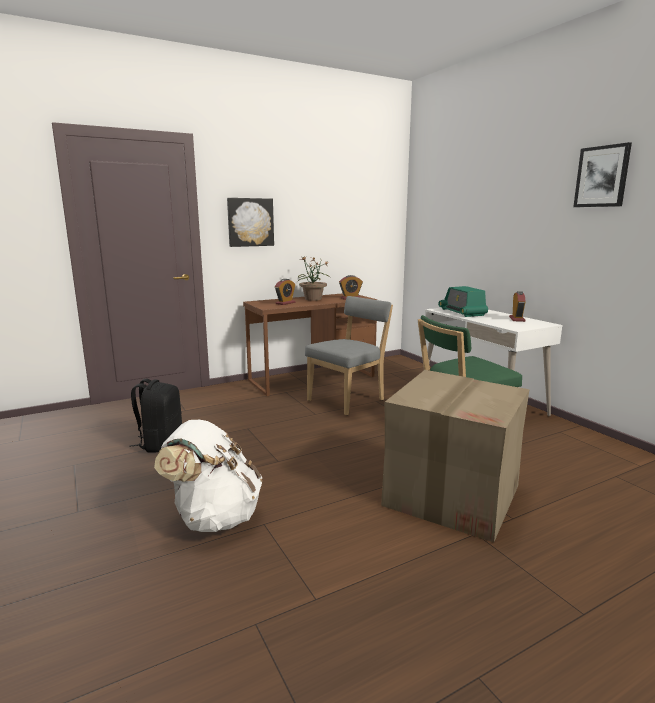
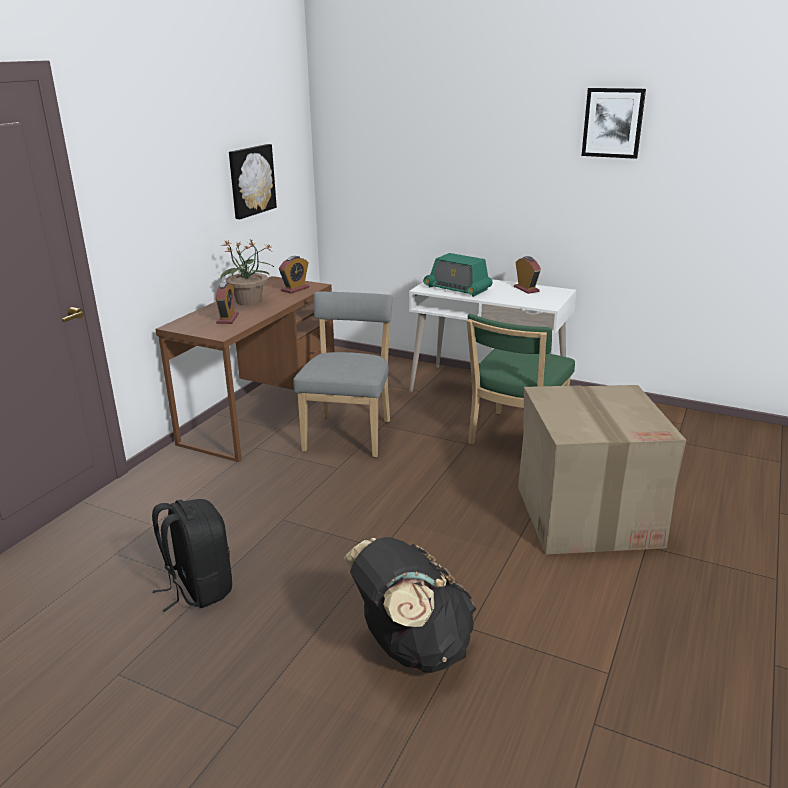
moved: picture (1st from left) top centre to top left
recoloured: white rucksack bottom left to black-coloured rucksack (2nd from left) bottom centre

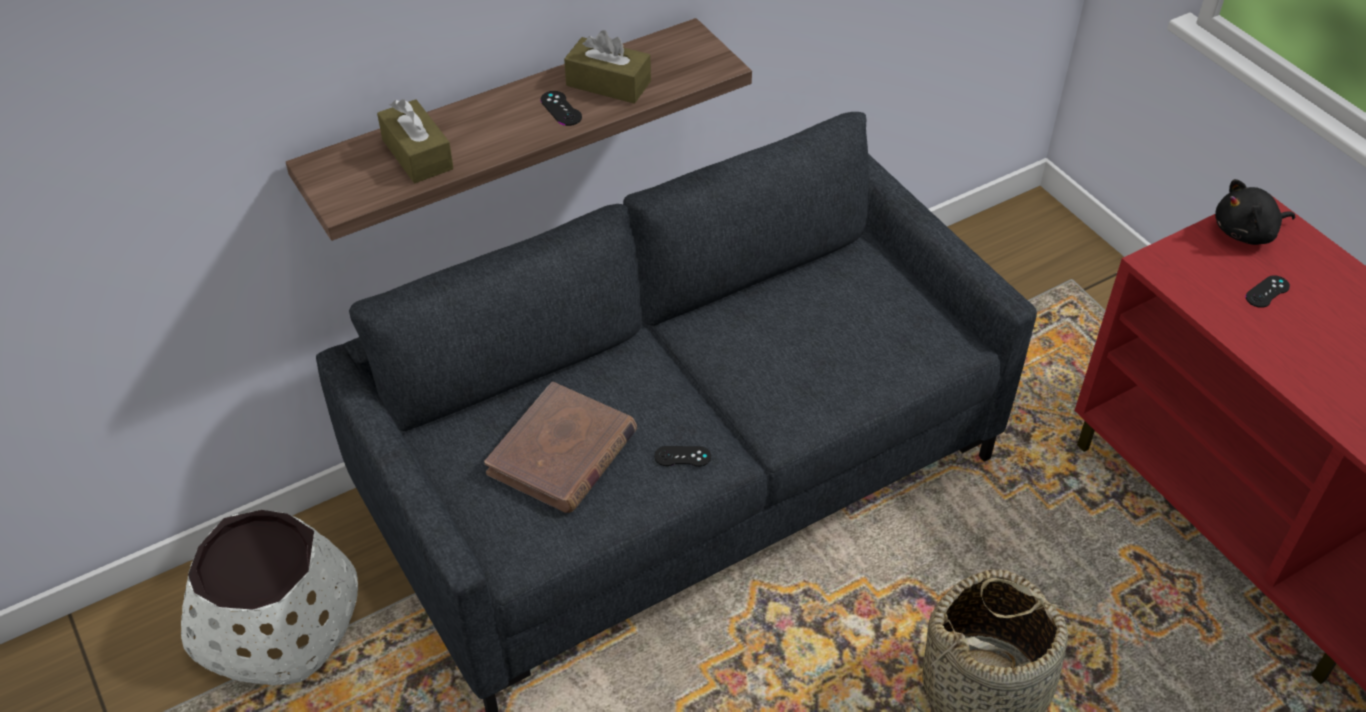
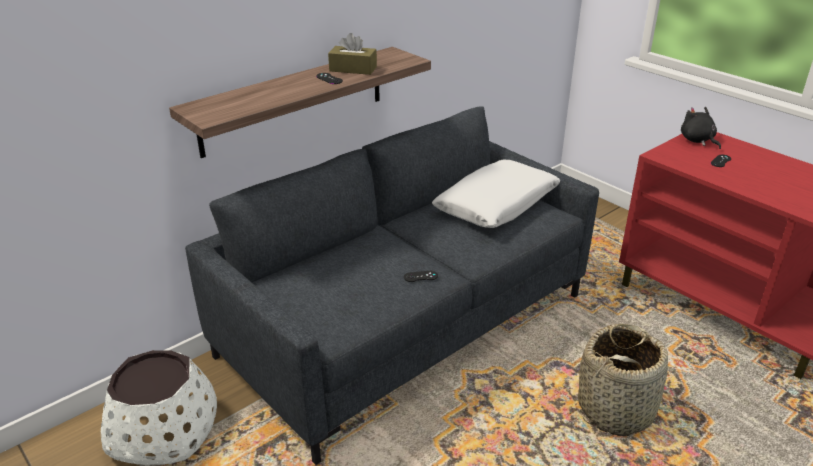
removed: brown-coloured tissue box (1st from left) top left; brown-coloured book centre
added: white throw pillow centre
turned: black-coloured cuddly toy top right = top right 90 degrees clockwise

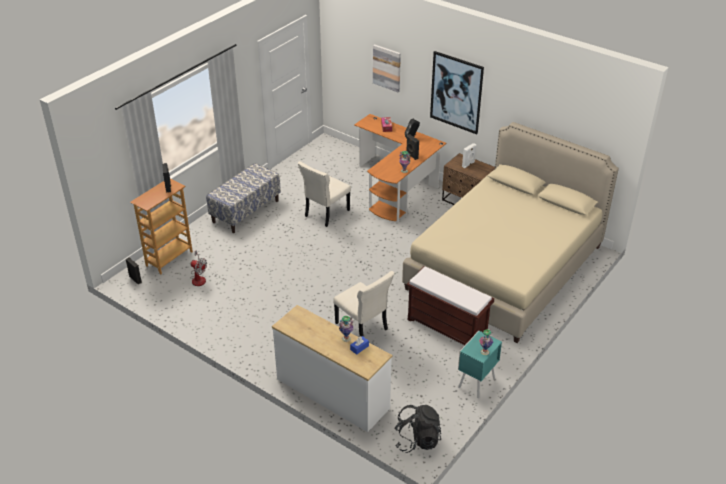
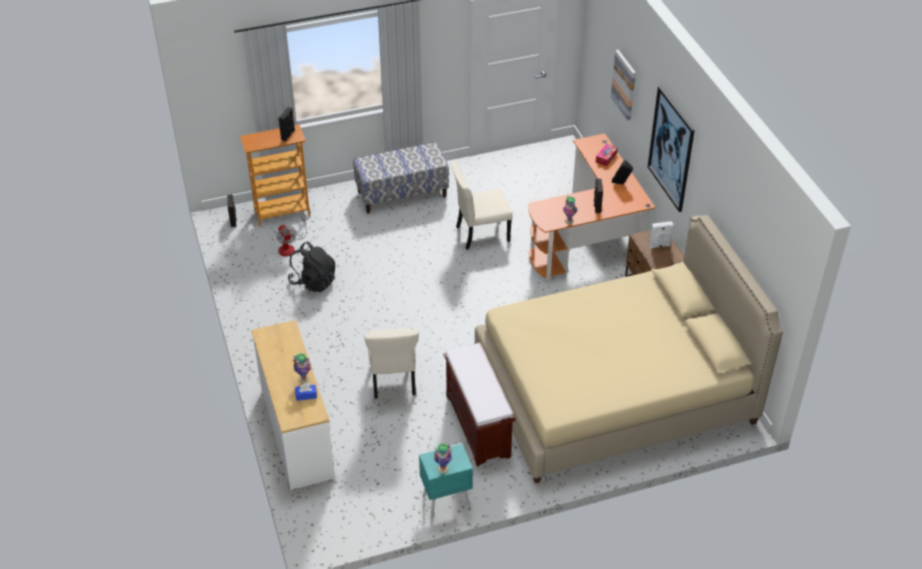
moved: black-coloured rucksack bottom centre to centre

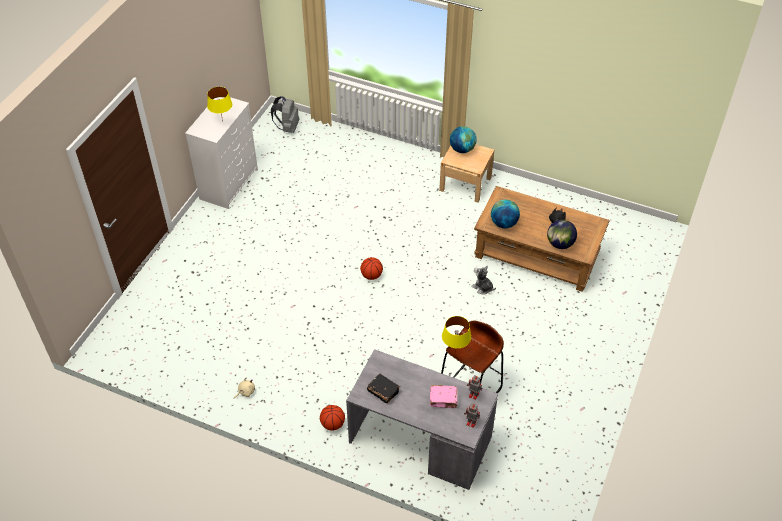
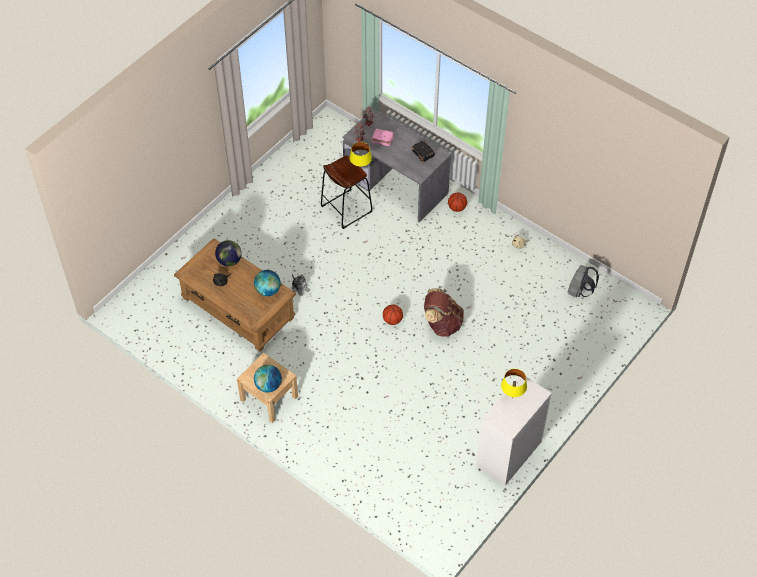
added: brown-coloured rucksack centre
moved: gray rucksack top centre to middle right

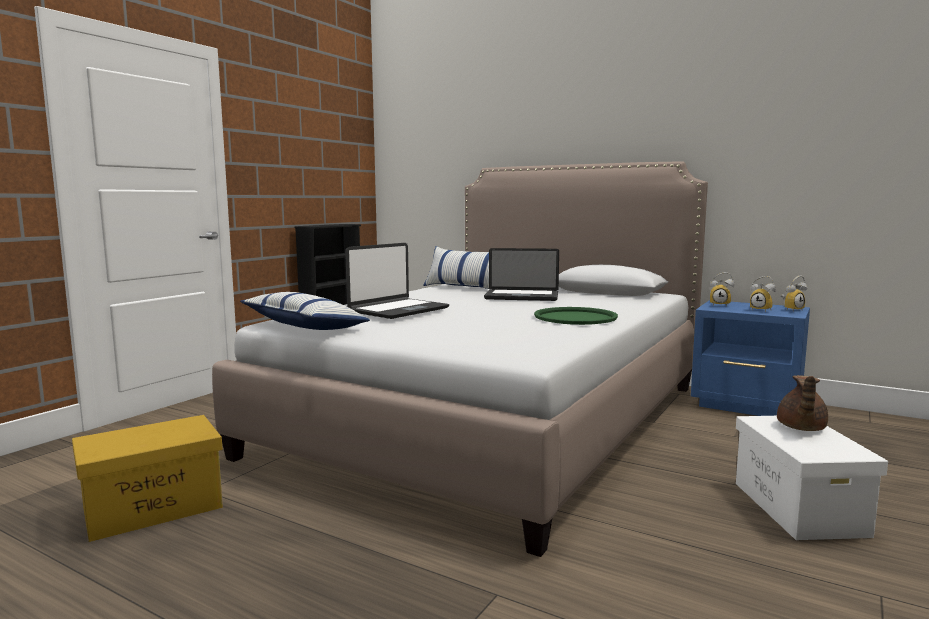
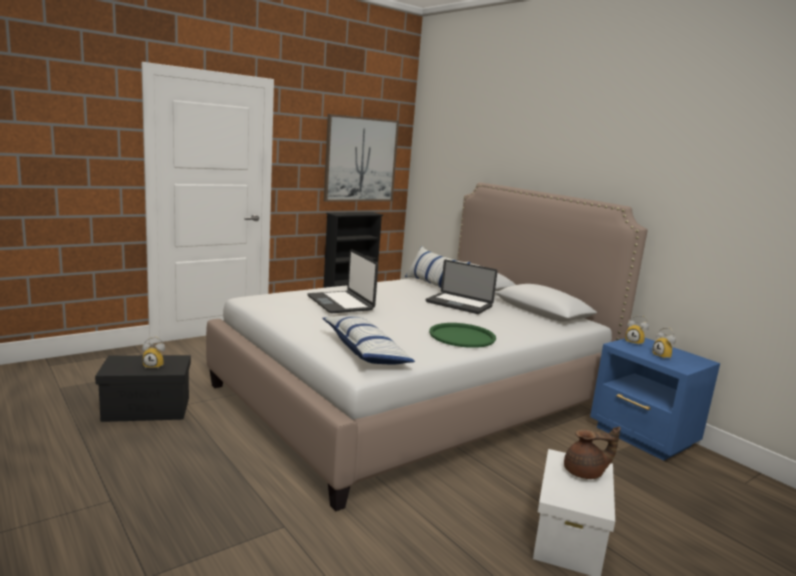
added: picture top centre
moved: throw pillow (1st from left) middle left to centre; bedside clock (3rd from left in the first image) middle right to bedside clock (1st from left) middle left
recoloured: yellowish storage bin bottom left to black-coloured storage bin bottom left
turned: portable computer (1st from left) centre = centre 90 degrees clockwise; brown-coloured pot for tea middle right = bottom right 135 degrees counterclockwise

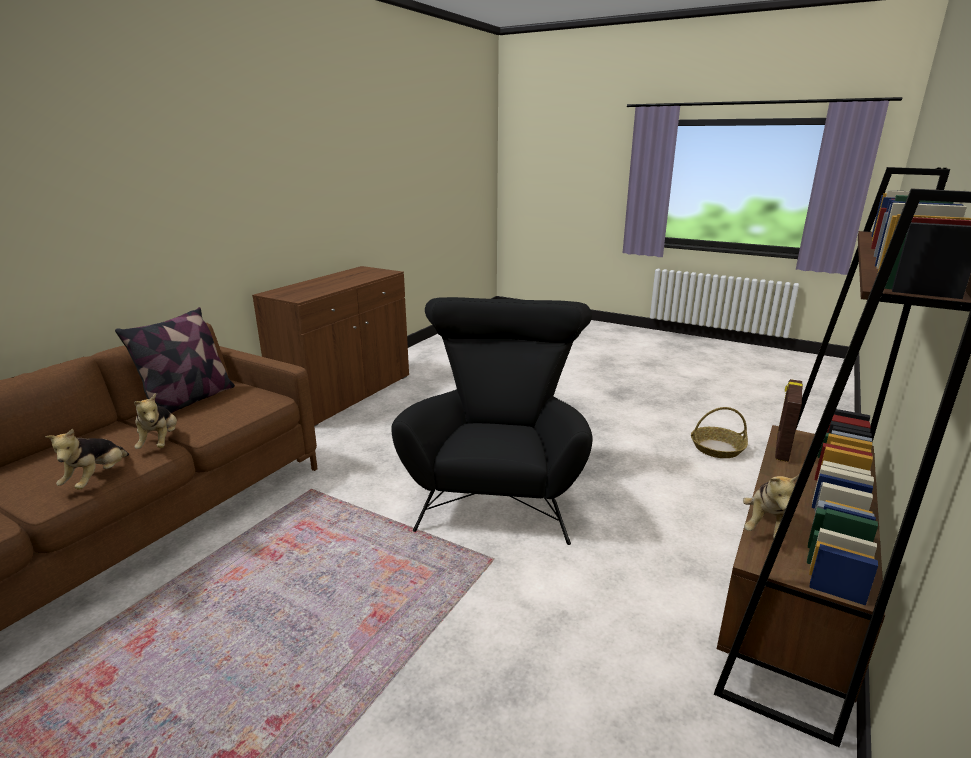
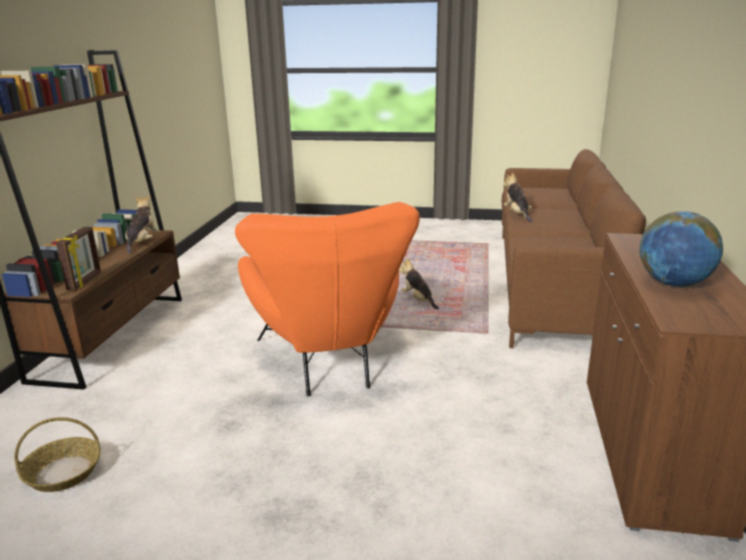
removed: throw pillow middle left
added: globe middle right
moved: cuddly toy (2nd from left) middle left to centre
recoloured: black-coloured lounge chair centre to orangey lounge chair centre

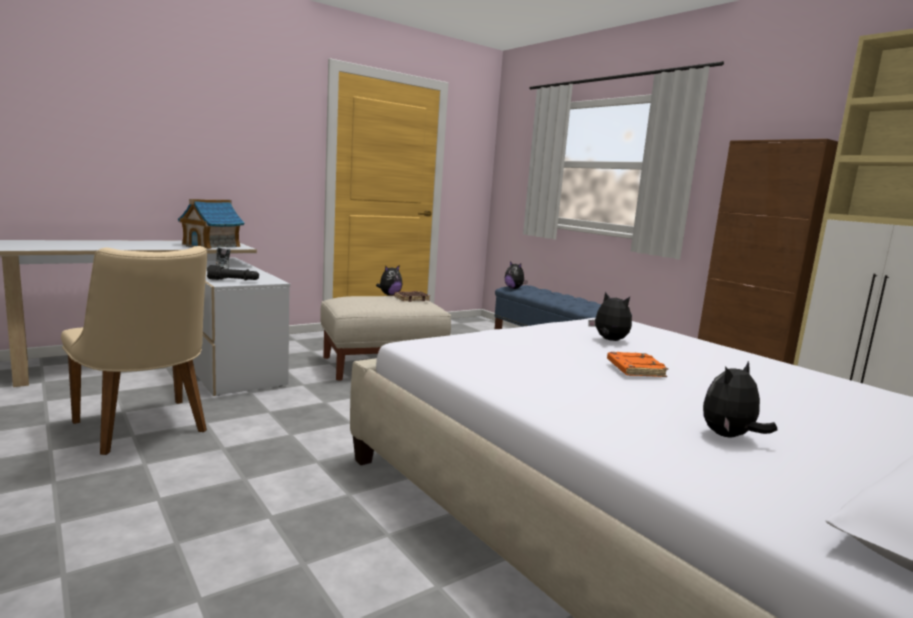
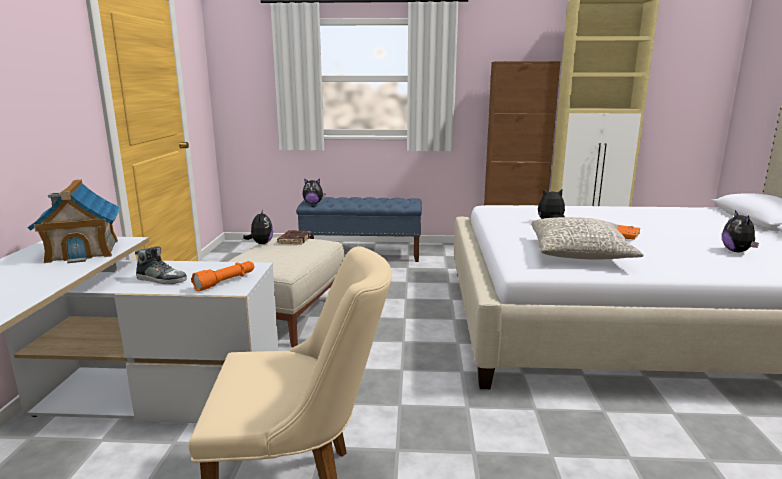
added: gray throw pillow middle right
recoloured: black-coloured flashlight middle left to orangey flashlight middle left

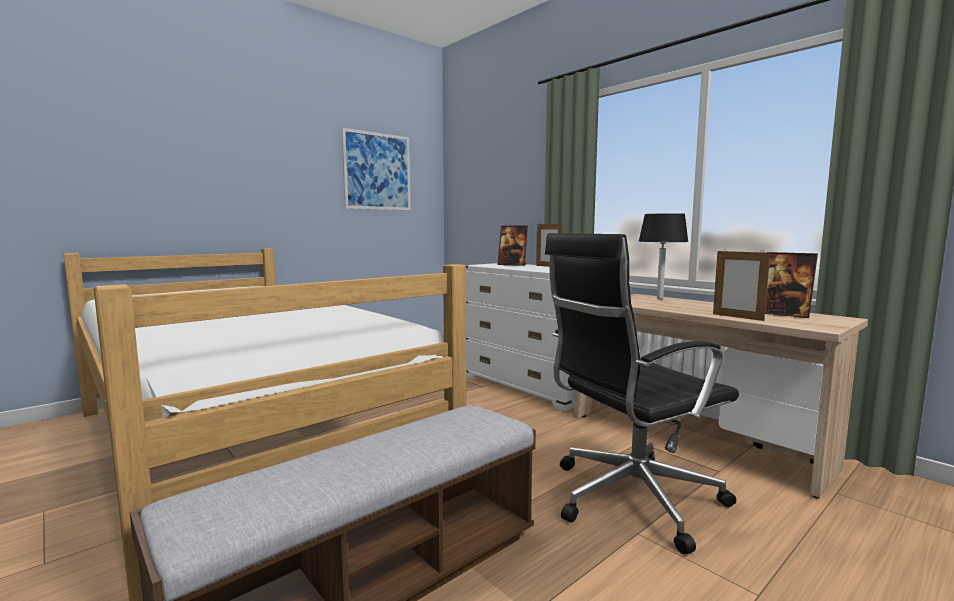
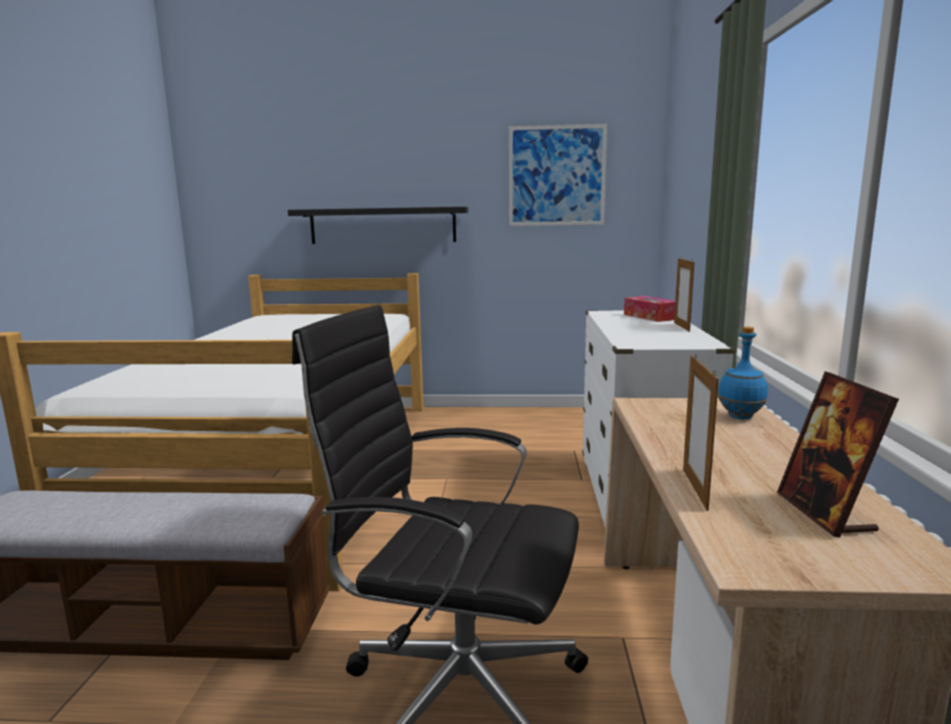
added: black-coloured shelf top centre
replaced: standing frame (1st from left) centre to tissue box middle right; black-coloured lamp for a table middle right to blue bottle middle right

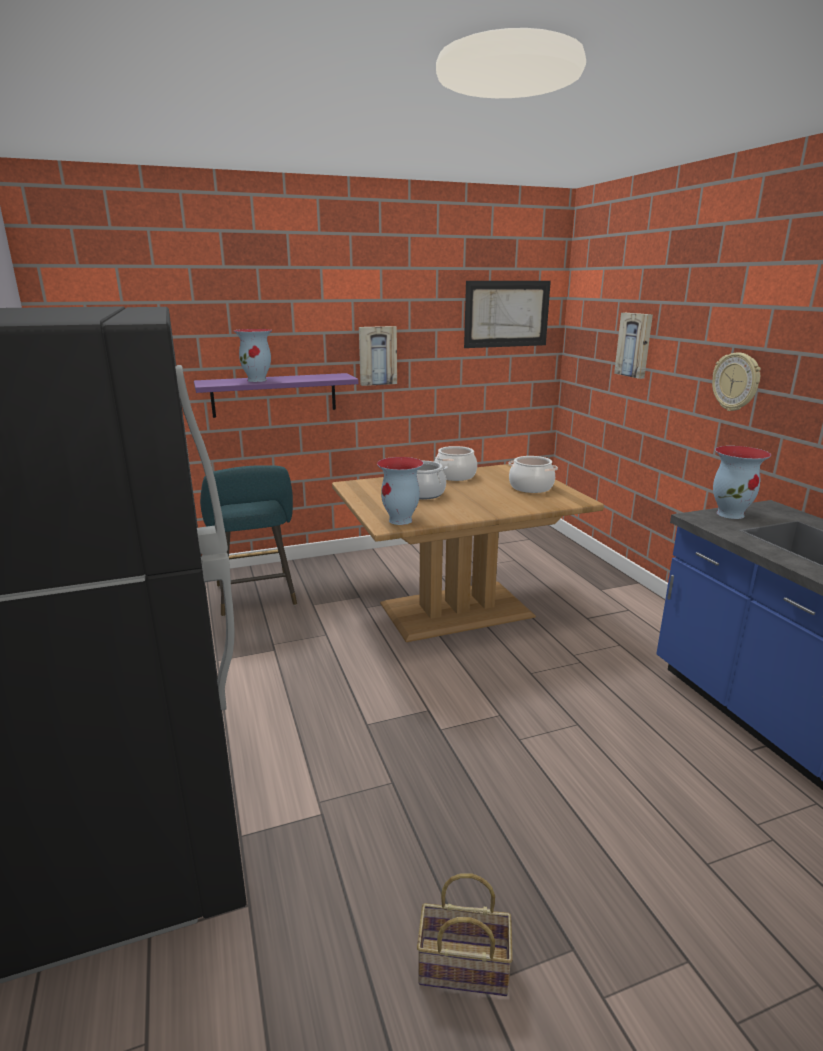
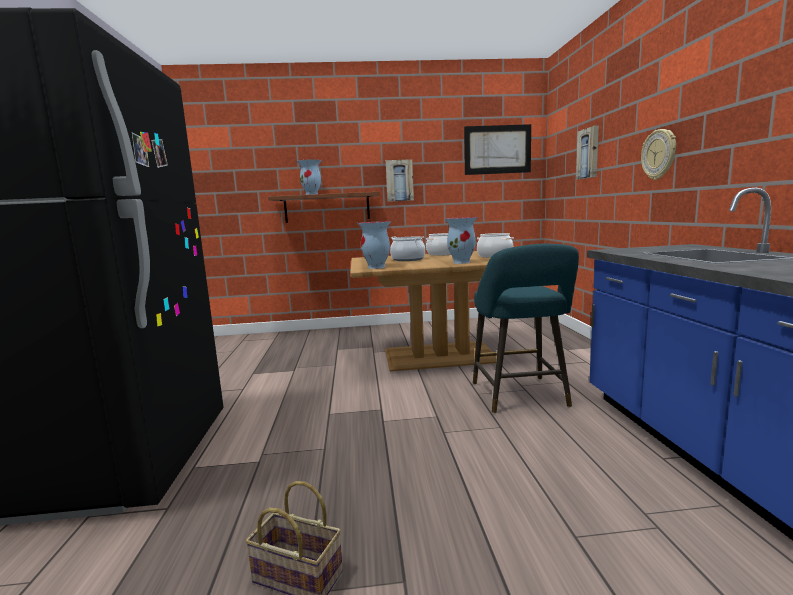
moved: turquoise-coloured sitting stool middle left to centre; flower vase (3rd from left) middle right to centre
recoloured: purple-coloured shelf centre to brown-coloured shelf centre

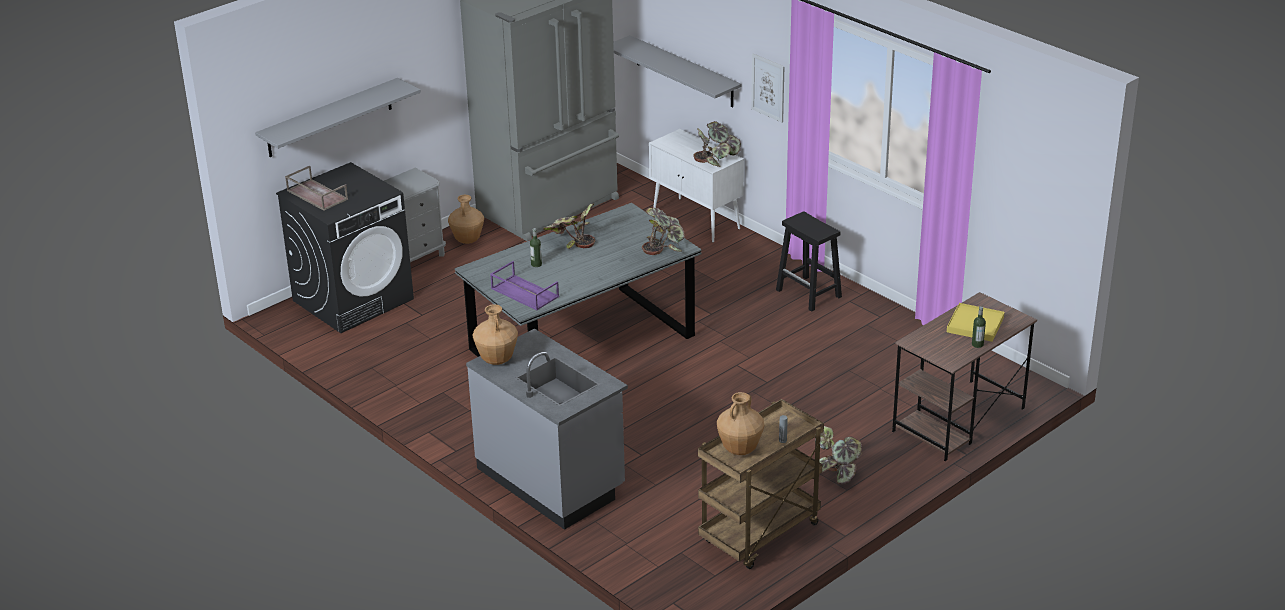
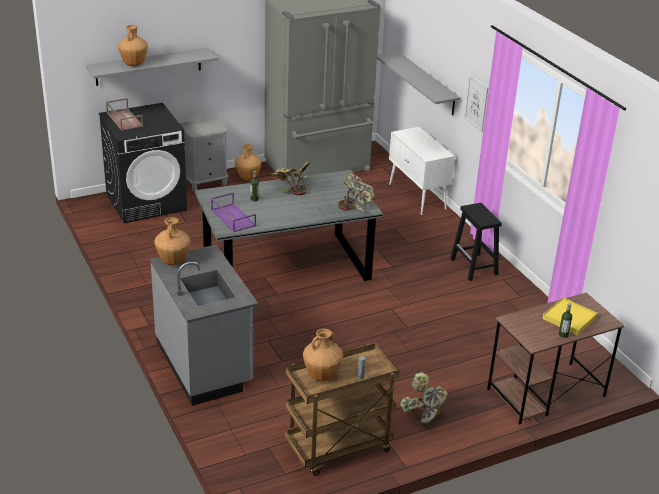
removed: potted plant (3rd from left) top centre
added: brown-coloured flower vase (1st from left) top left

